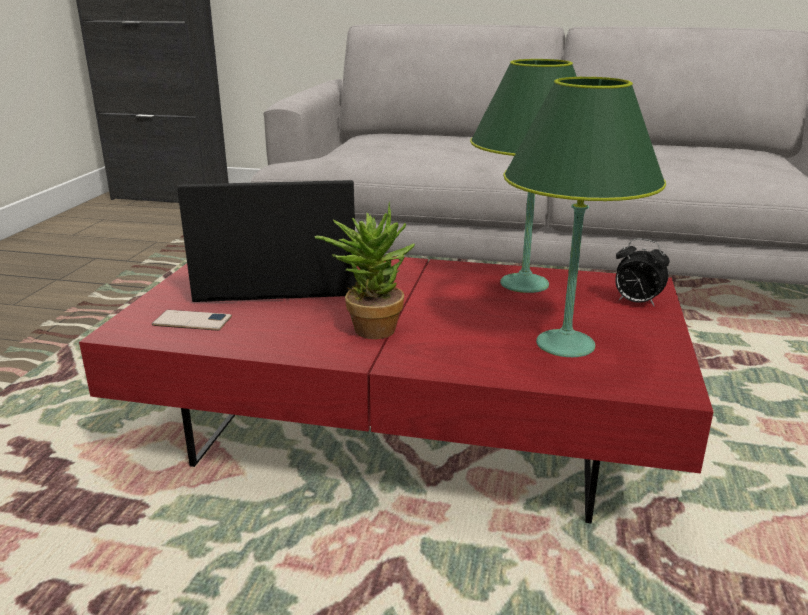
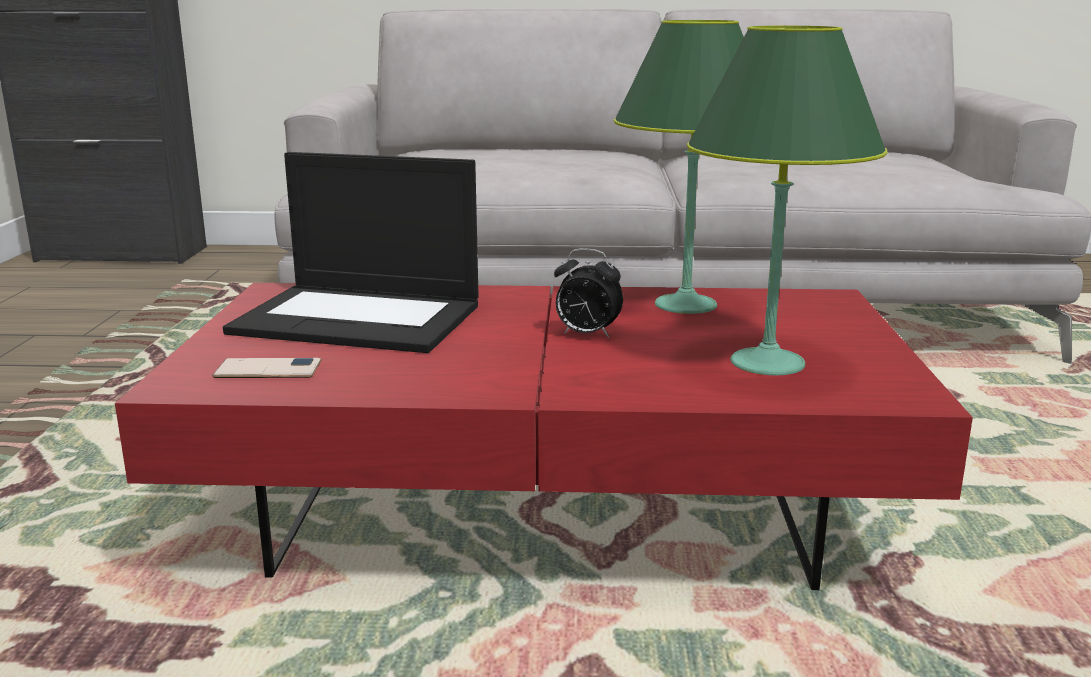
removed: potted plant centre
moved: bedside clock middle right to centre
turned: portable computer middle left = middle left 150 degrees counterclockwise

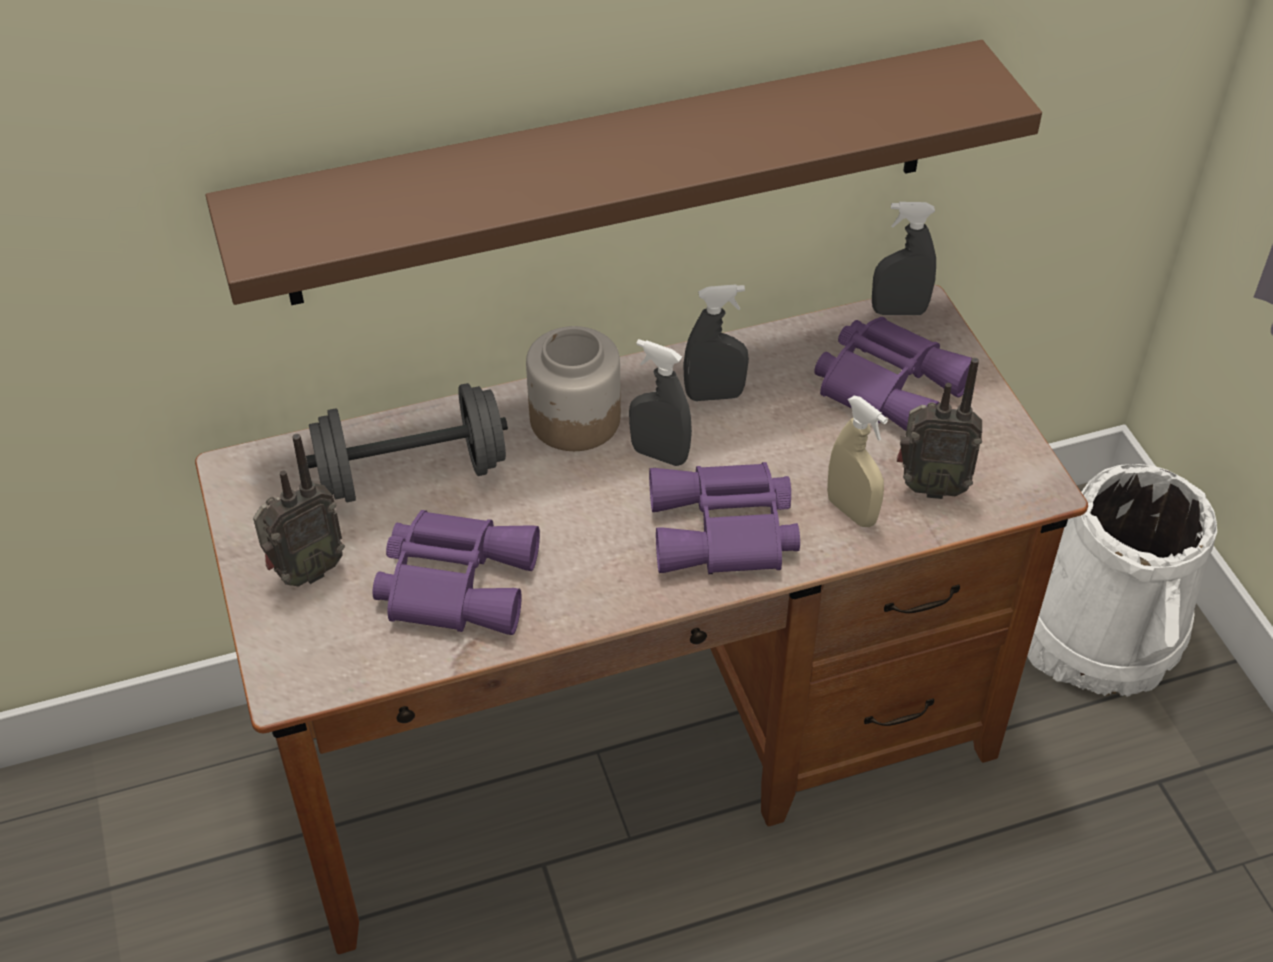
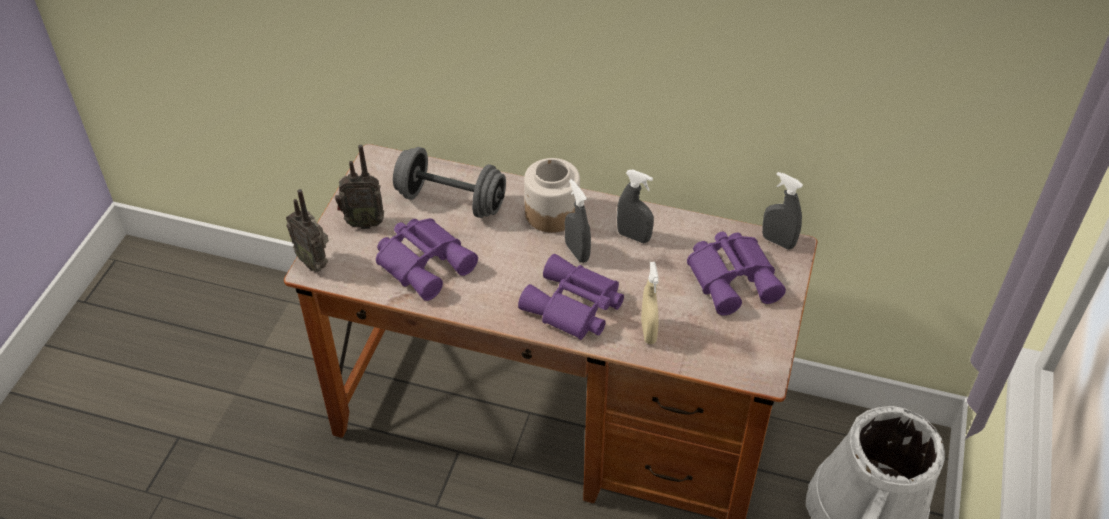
removed: brown-coloured shelf top centre
moved: radio set (2nd from left in the first image) middle right to radio set (1st from left) middle left

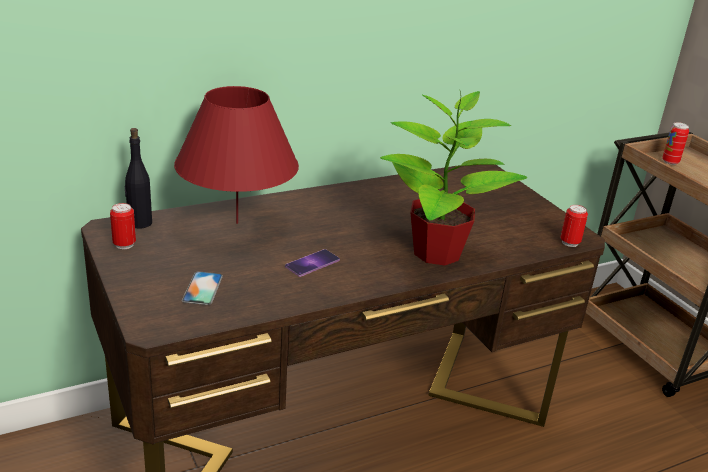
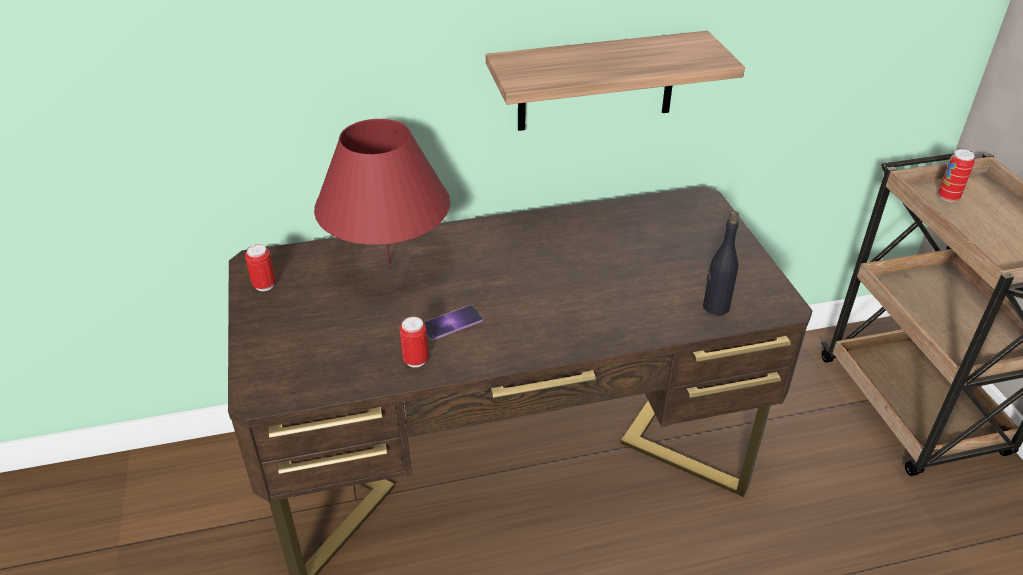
removed: telephone (1st from left) middle left; potted plant centre
added: shelf top centre
moved: black-coloured bottle middle left to middle right; metal can (2nd from left) middle right to centre

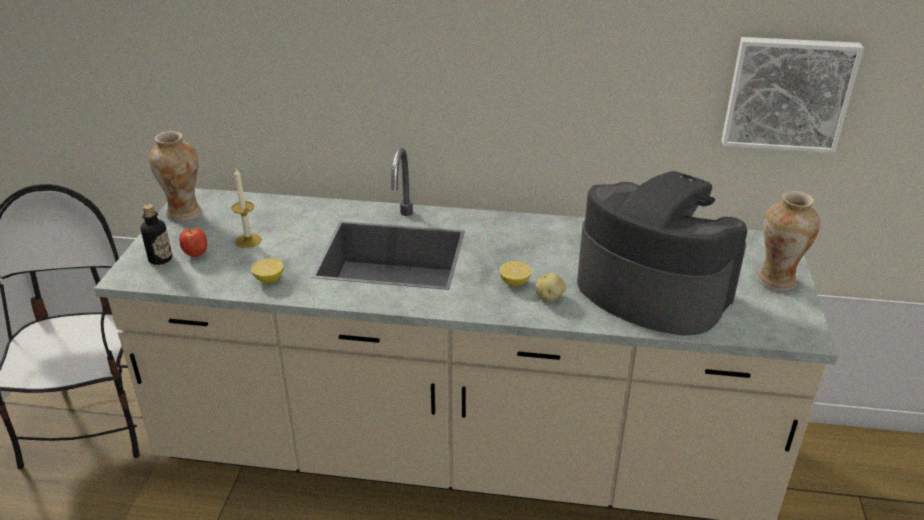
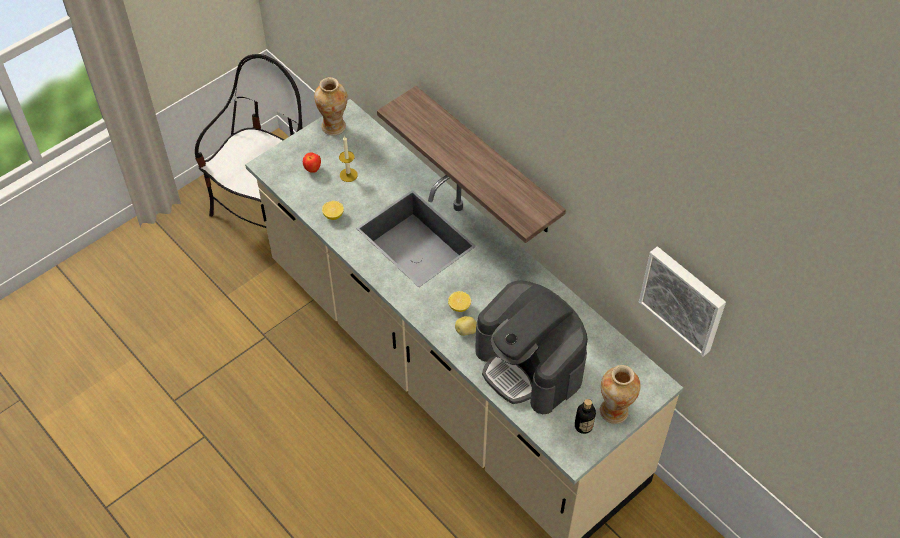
added: shelf top centre
moved: bottle middle left to bottom centre
turned: coffee machine middle right = centre 150 degrees clockwise

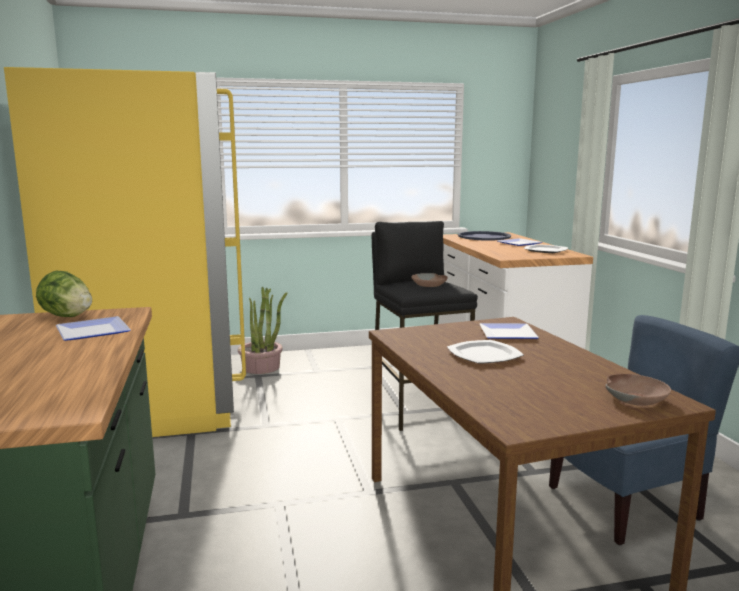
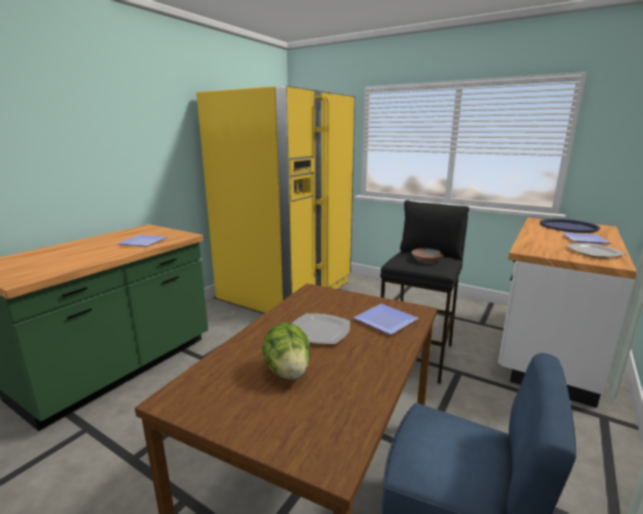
removed: potted plant centre; brown-coloured serving bowl (2nd from left) middle right
moved: head of lettuce middle left to bottom centre

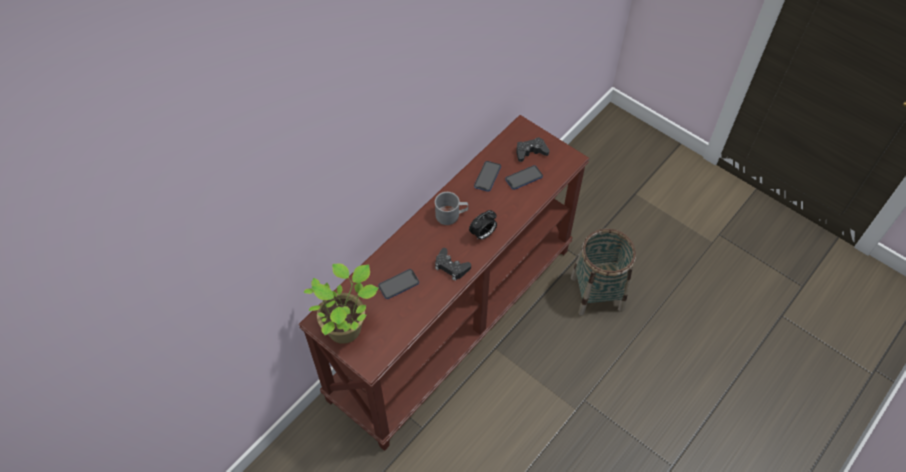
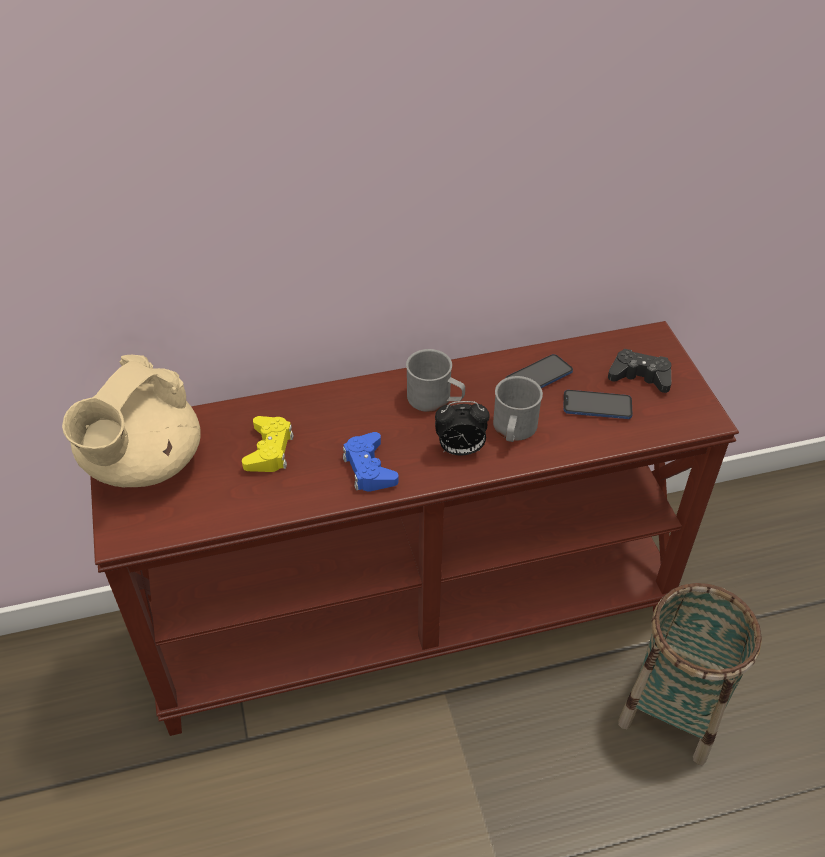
added: gray coffee mug (2nd from left) centre
replaced: potted plant centre to sand-coloured pot for tea middle left; telephone (1st from left) centre to yellowish gamepad middle left
recoloured: black-coloured gamepad (1st from left) centre to blue gamepad centre

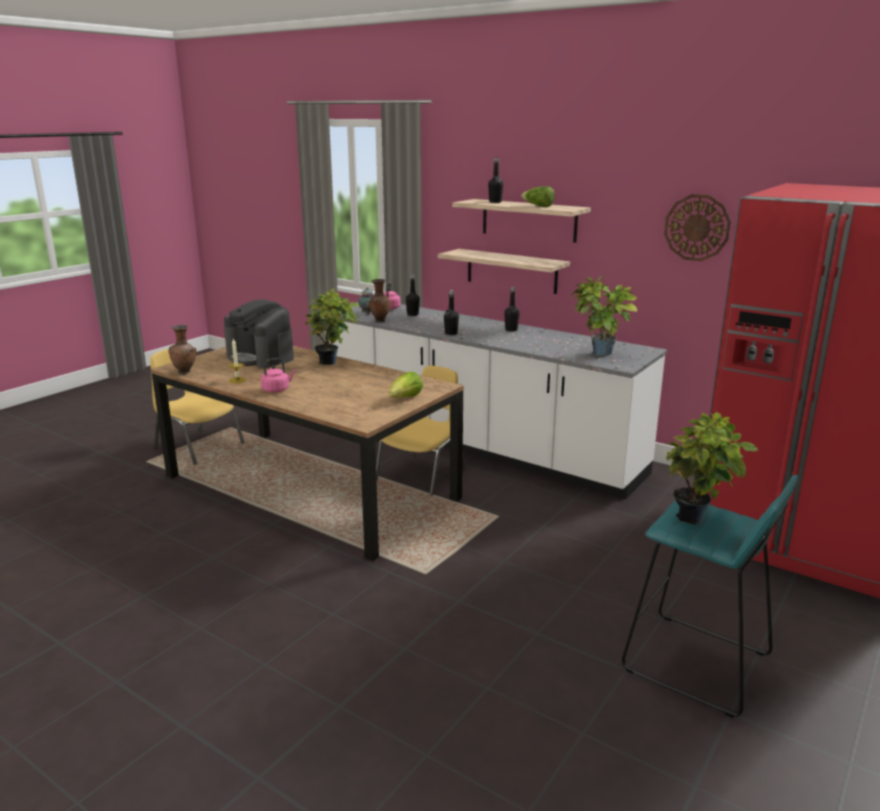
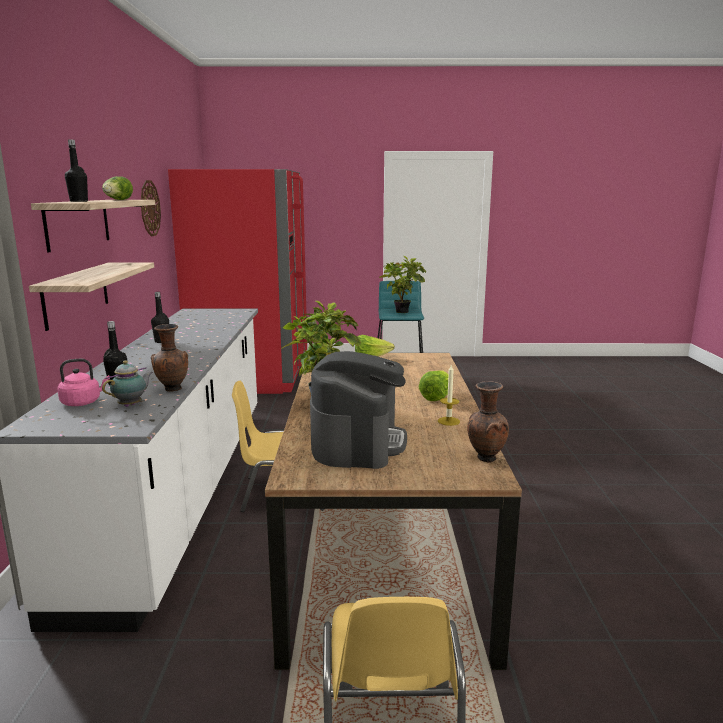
removed: black-coloured bottle (2nd from left) centre; potted plant (2nd from left) middle right
replaced: pink-coloured tea kettle (1st from left) middle left to head of lettuce (3rd from left) centre

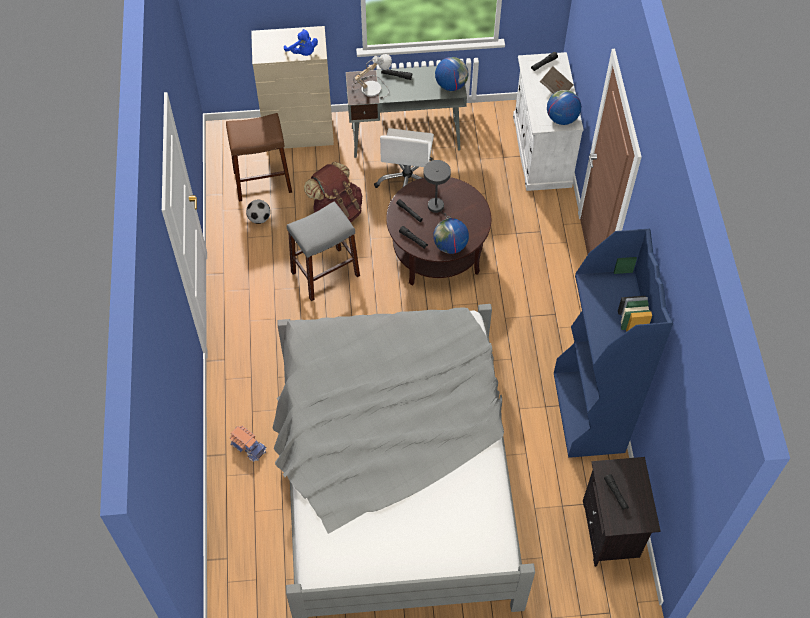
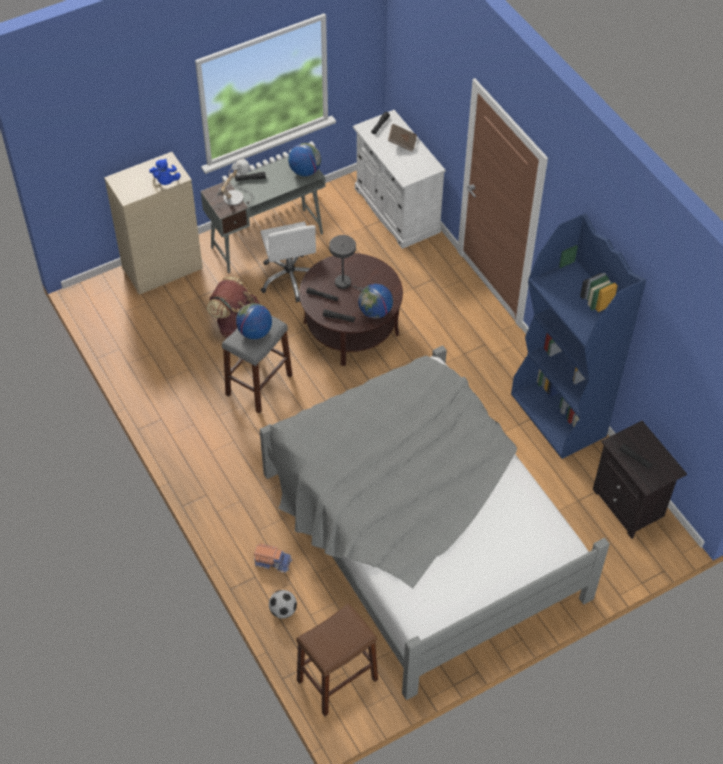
moved: brown-coloured sitting stool top left to bottom centre; football ball middle left to bottom centre; globe (3rd from left in the first image) top right to globe (1st from left) centre
turned: blue cuddly toy top centre = top left 60 degrees clockwise

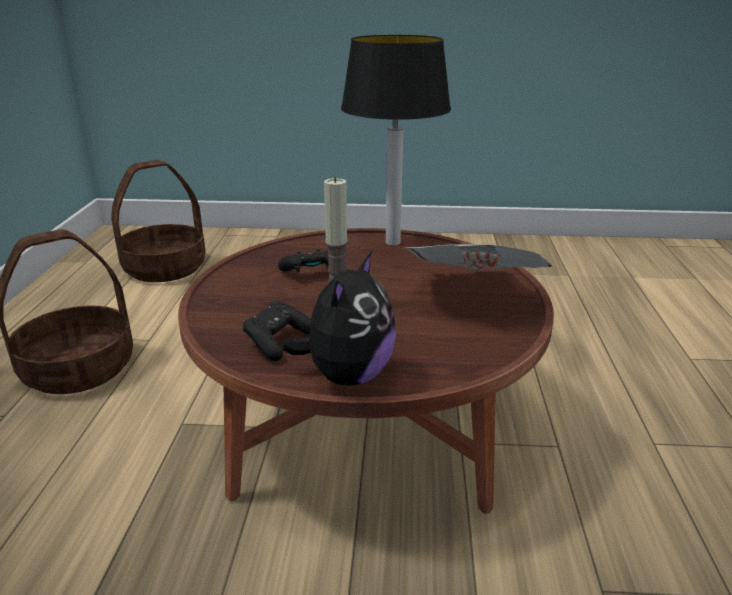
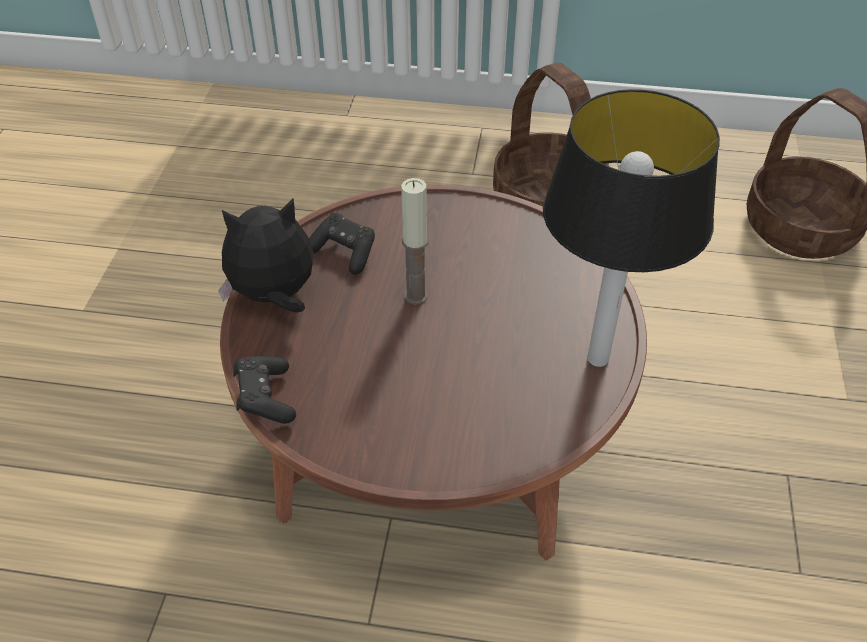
removed: newspaper centre
moved: black-coloured gamepad (2nd from left in the first image) centre to black-coloured gamepad (1st from left) middle left
turned: cuddly toy centre = middle left 135 degrees clockwise

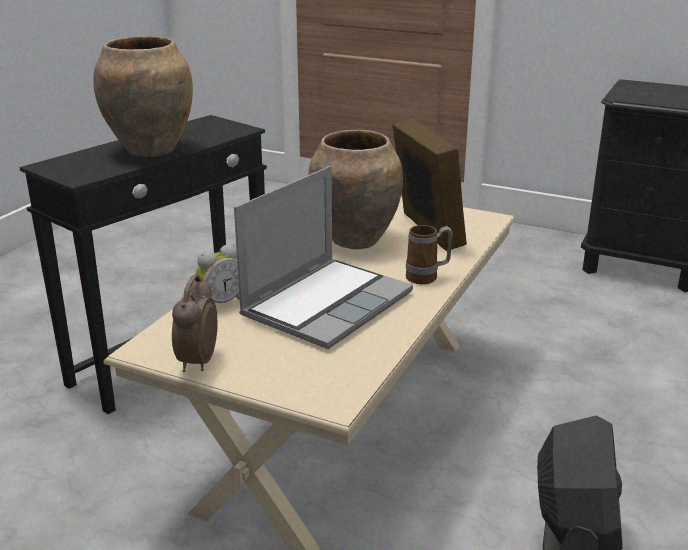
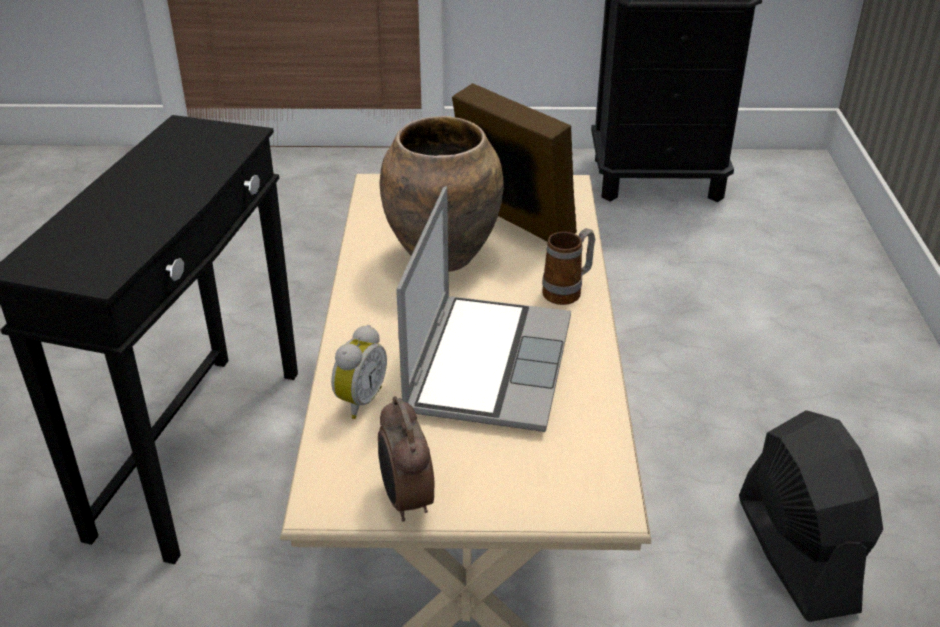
removed: brown-coloured flower vase (1st from left) top left

